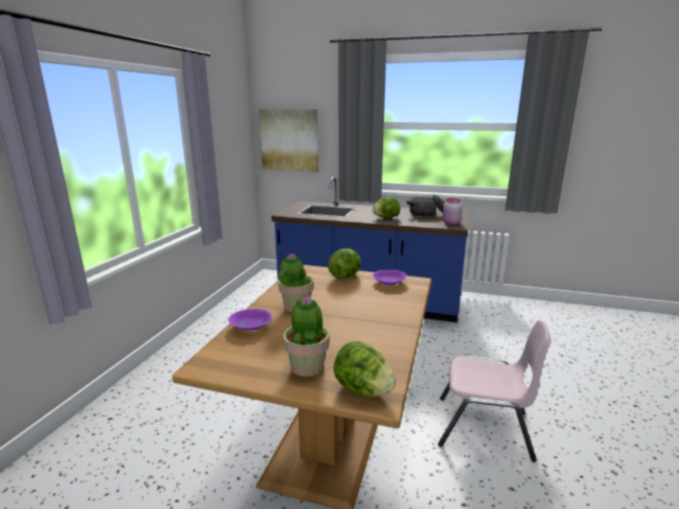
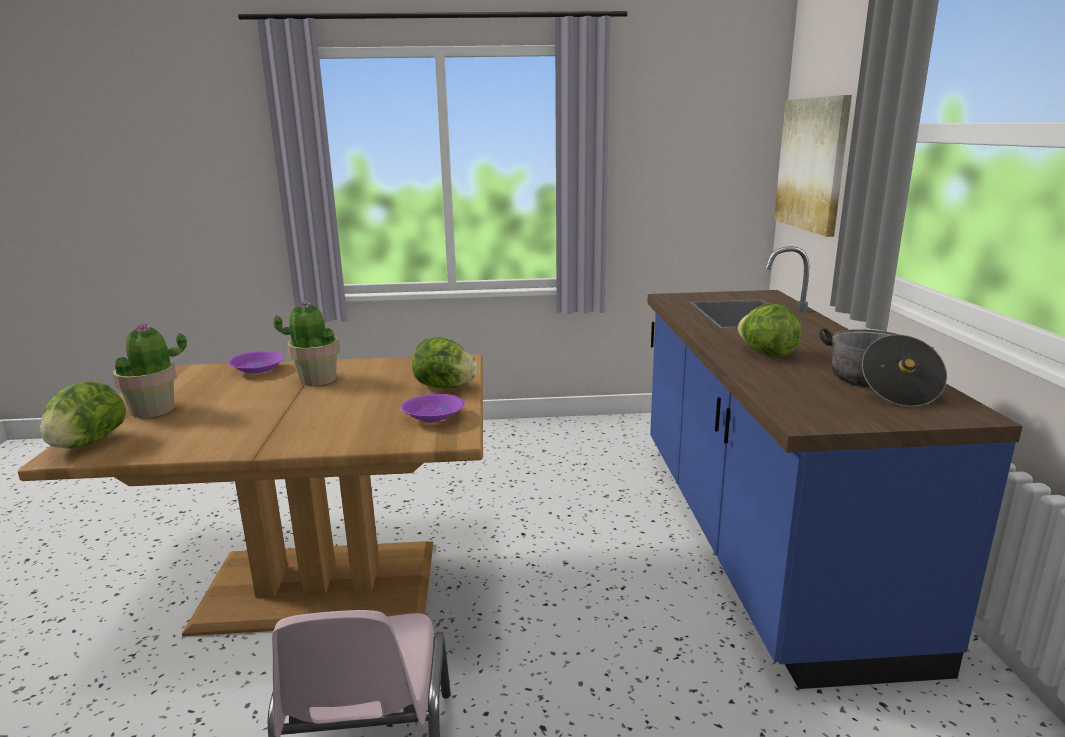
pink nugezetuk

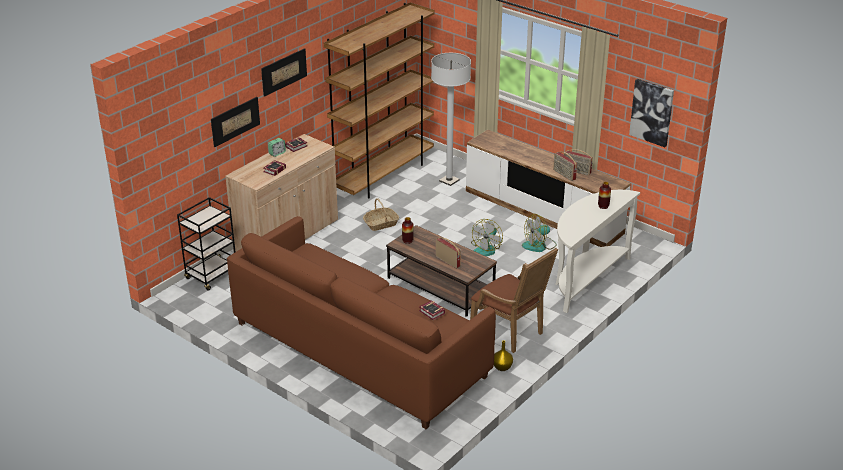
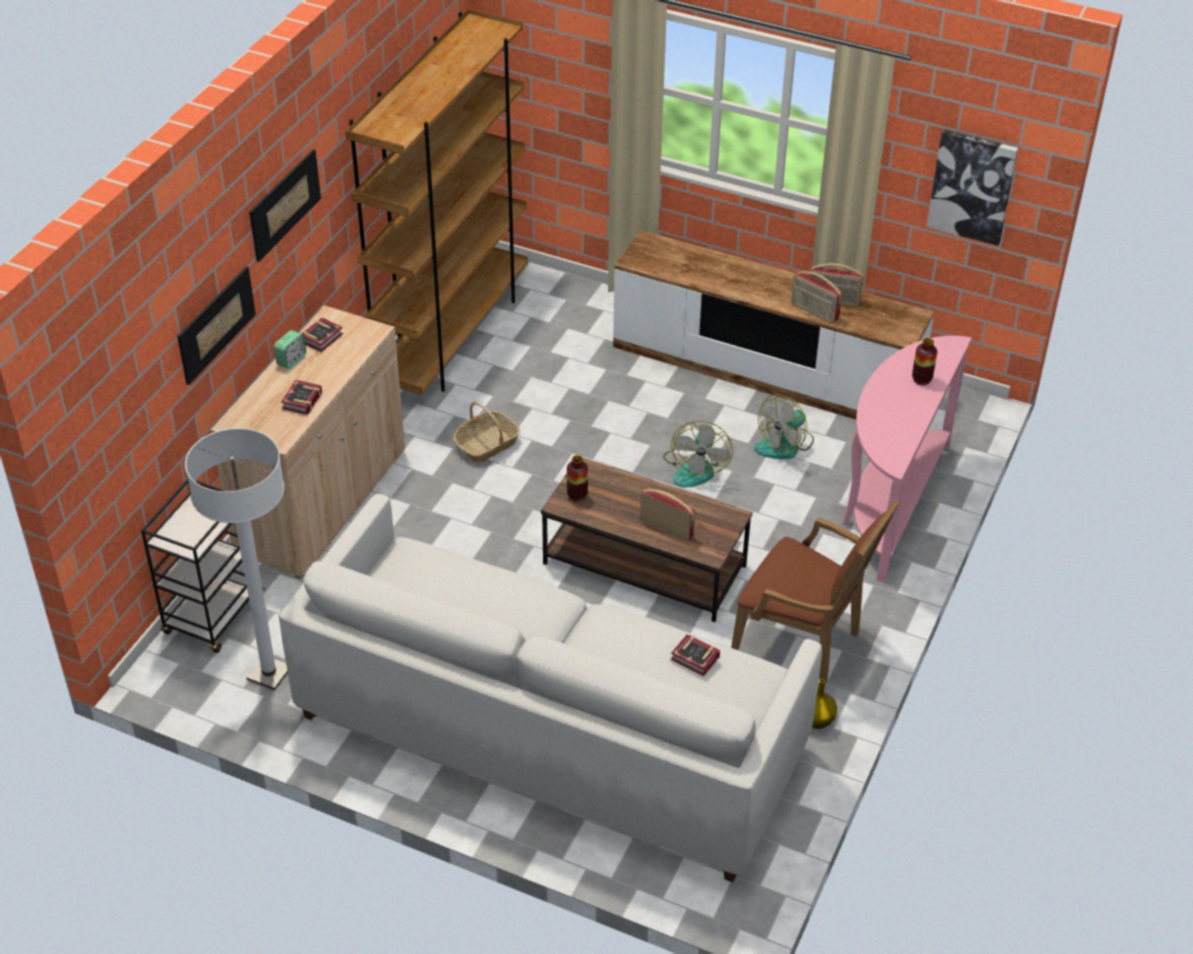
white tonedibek
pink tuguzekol
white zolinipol

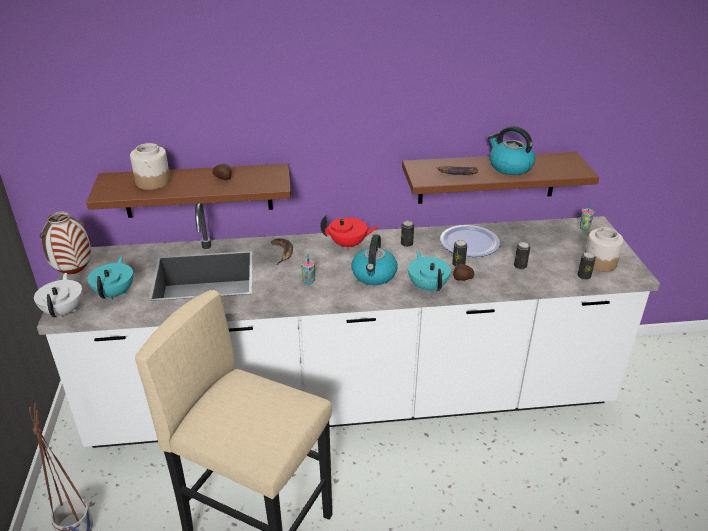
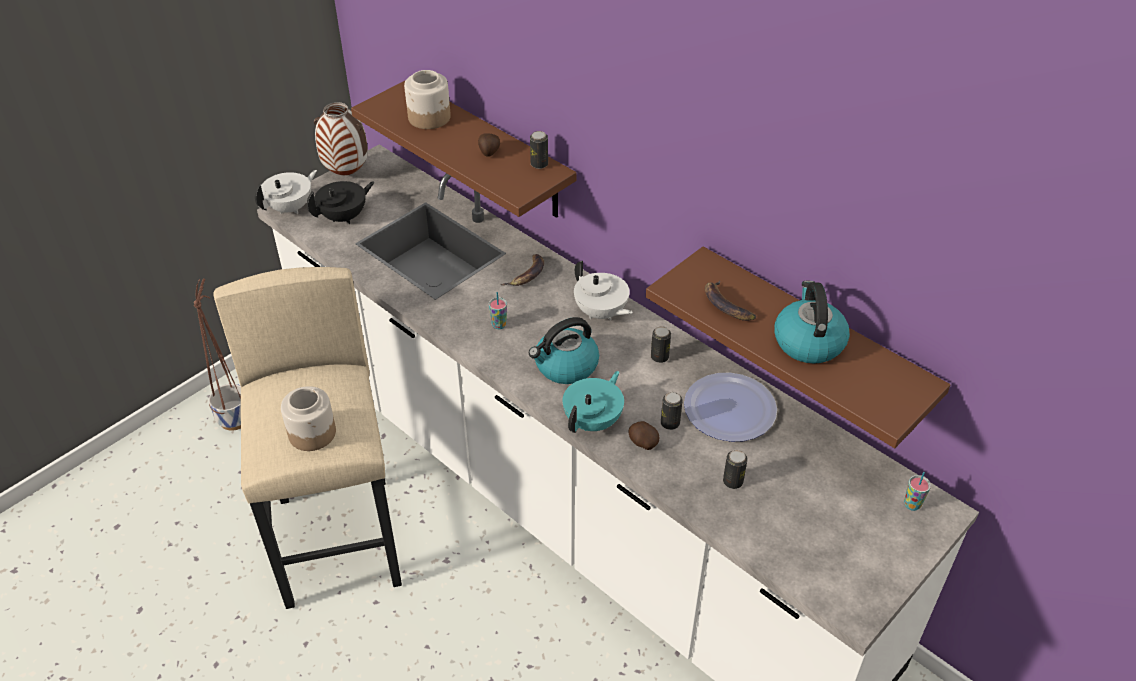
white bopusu (no. 2 from left)
nugezetuk (no. 1 from left)
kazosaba (no. 1 from left)
black bopusu

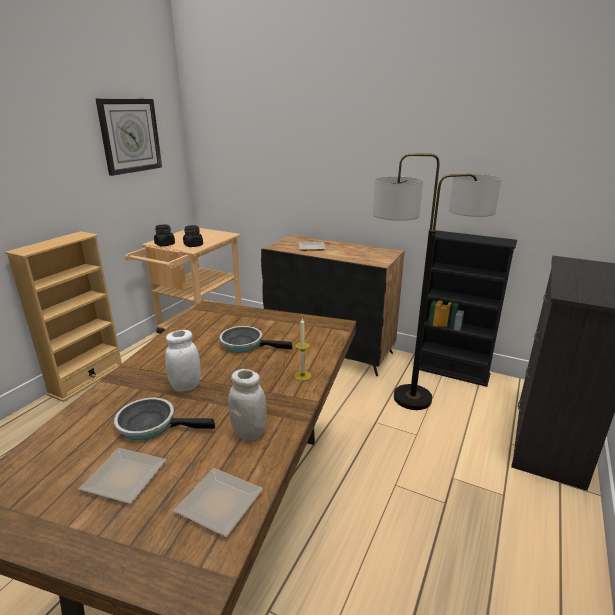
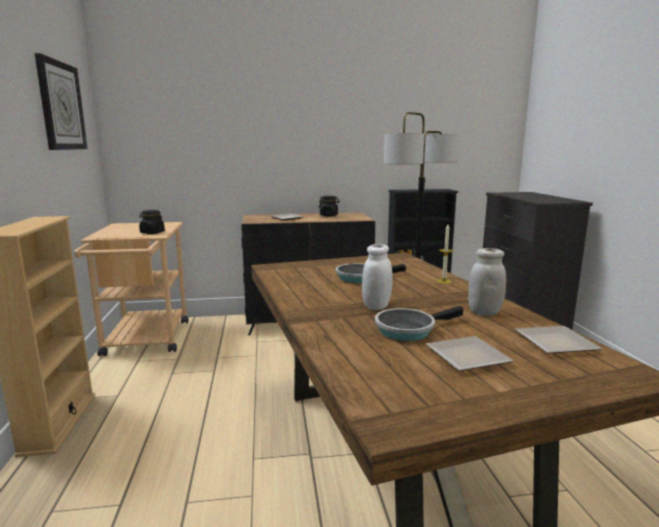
black nugezetuk (no. 2 from left)

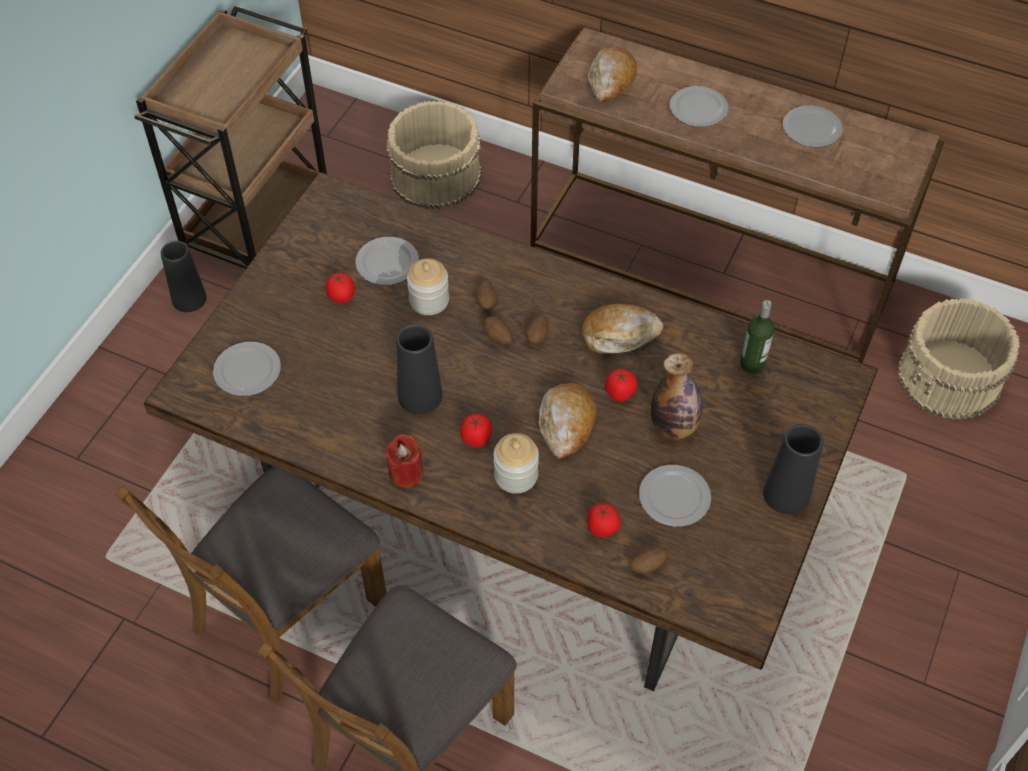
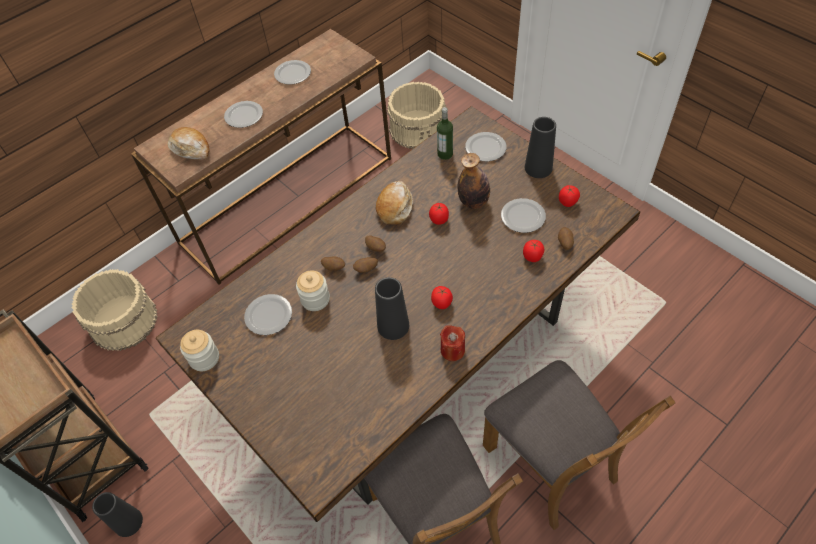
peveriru (no. 4 from left)
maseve (no. 4 from left)
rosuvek (no. 1 from left in the first image)
nugezetuk (no. 1 from left)

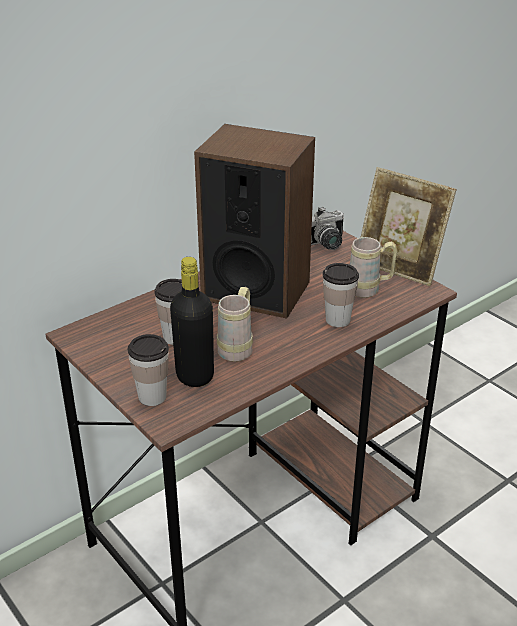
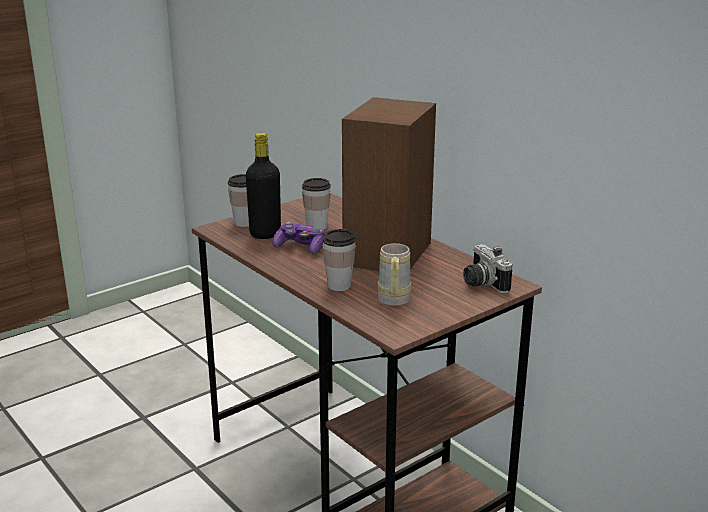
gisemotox
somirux

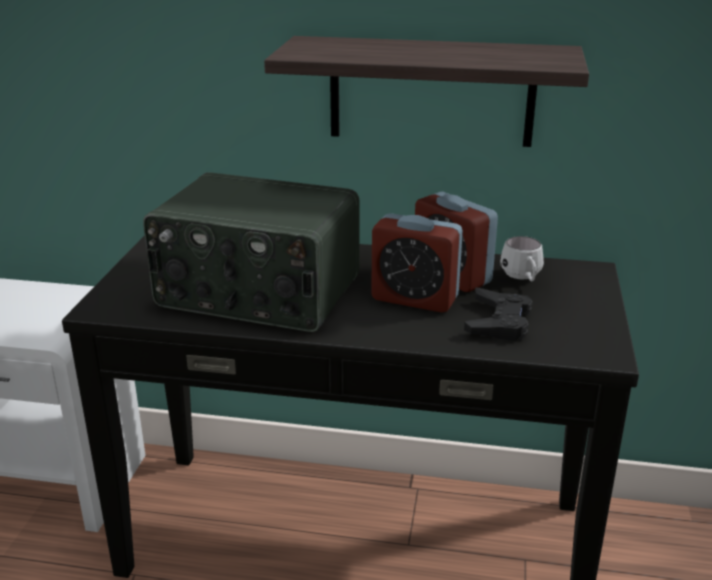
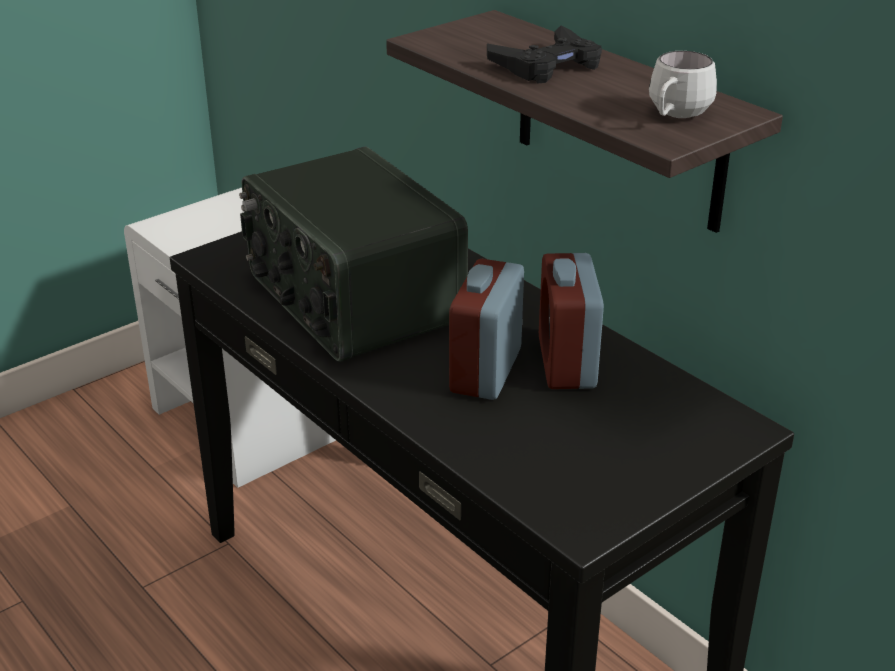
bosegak (no. 1 from left)
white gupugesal
black somirux

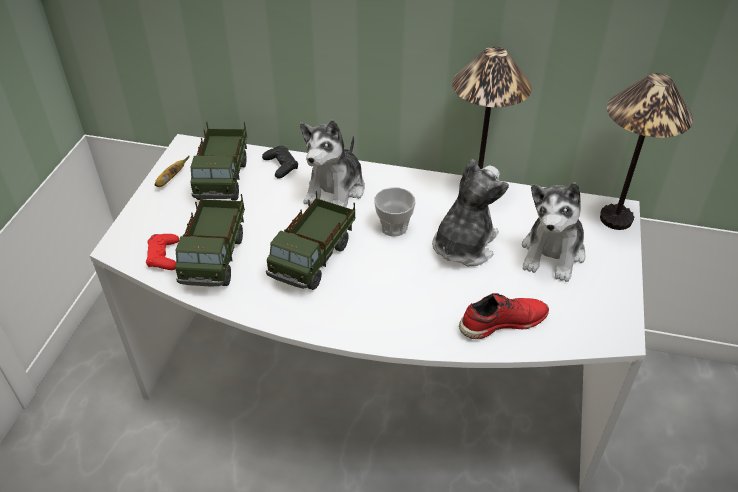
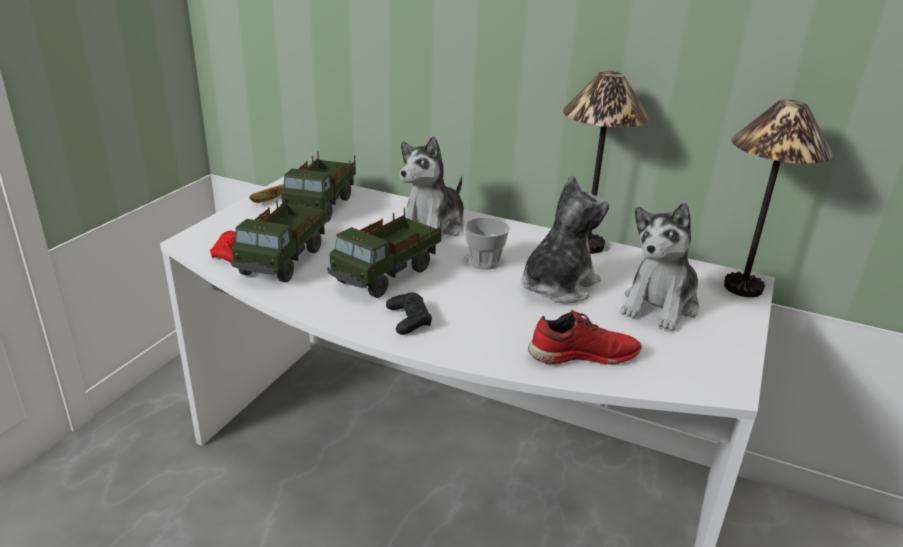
black somirux

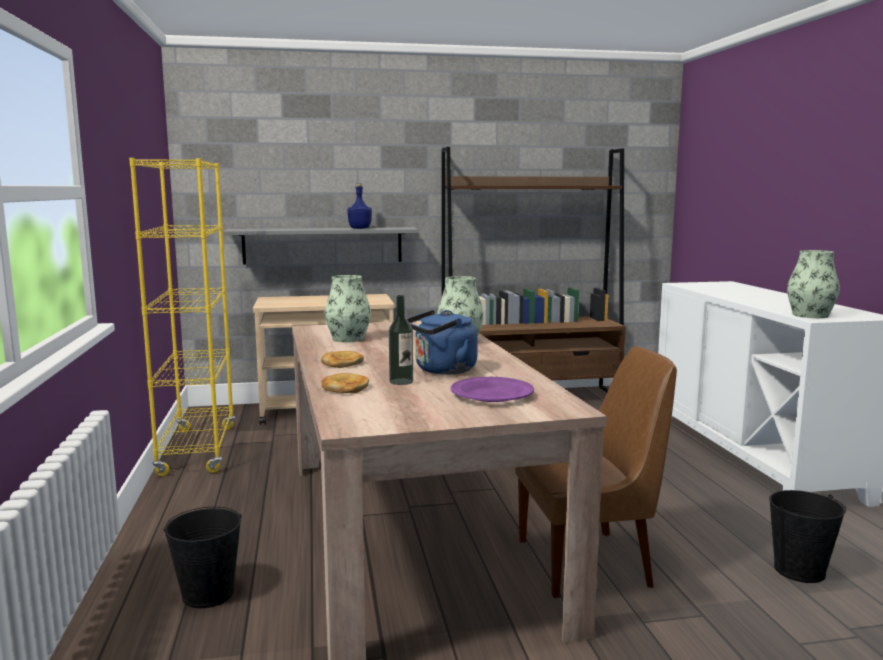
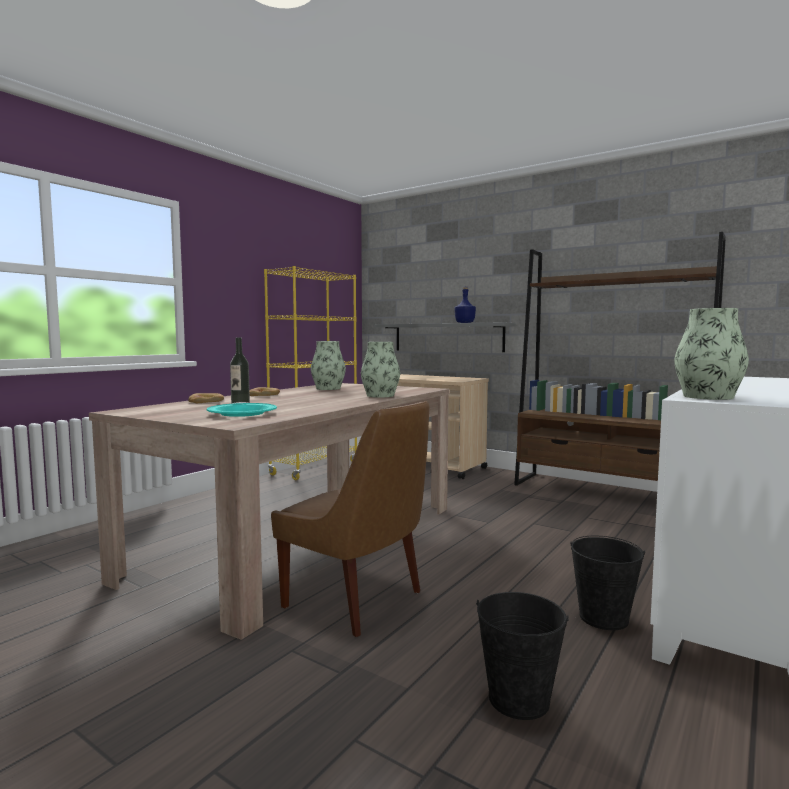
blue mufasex
turquoise maseve
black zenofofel (no. 2 from left)

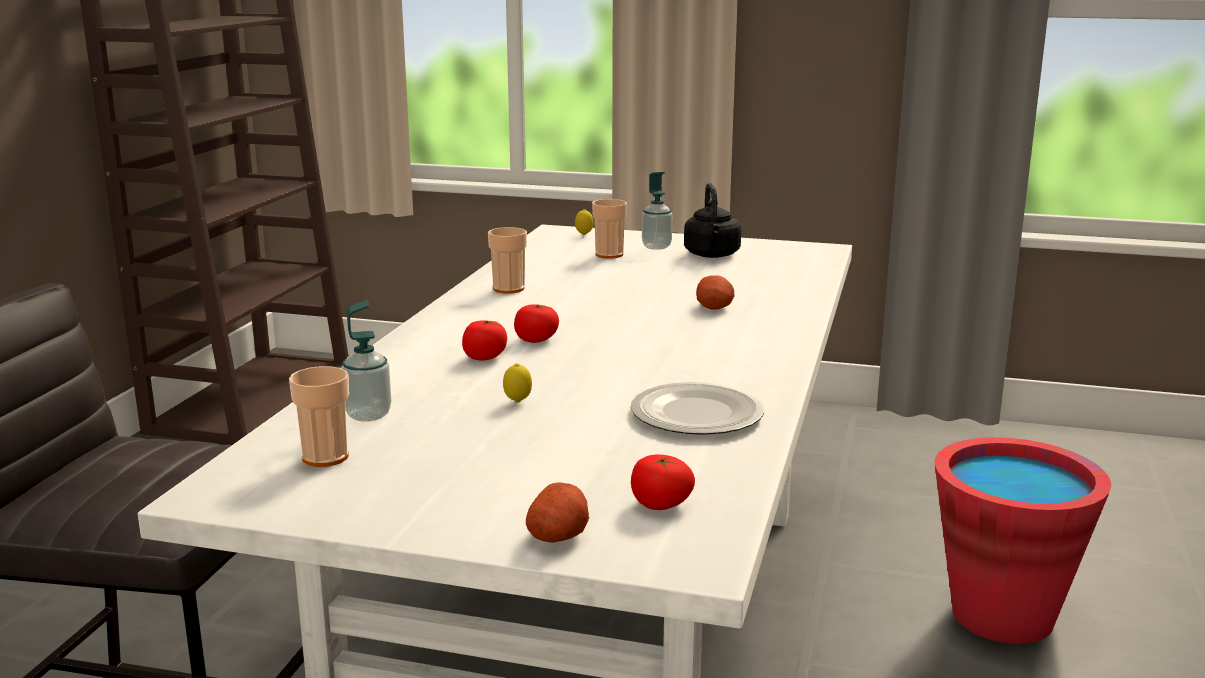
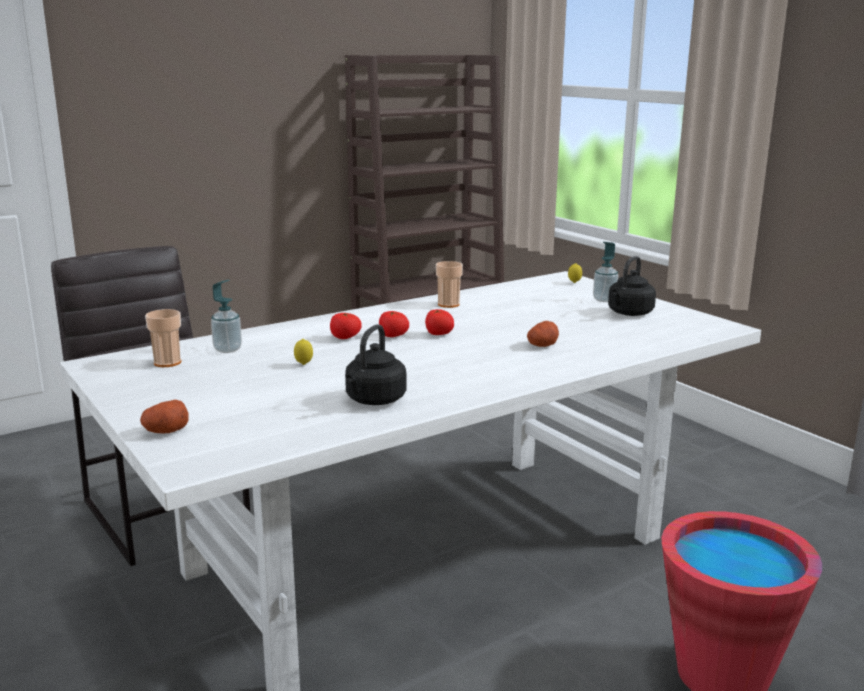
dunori (no. 3 from left in the first image)
black mufasex (no. 1 from left)
peveriru (no. 3 from left)

